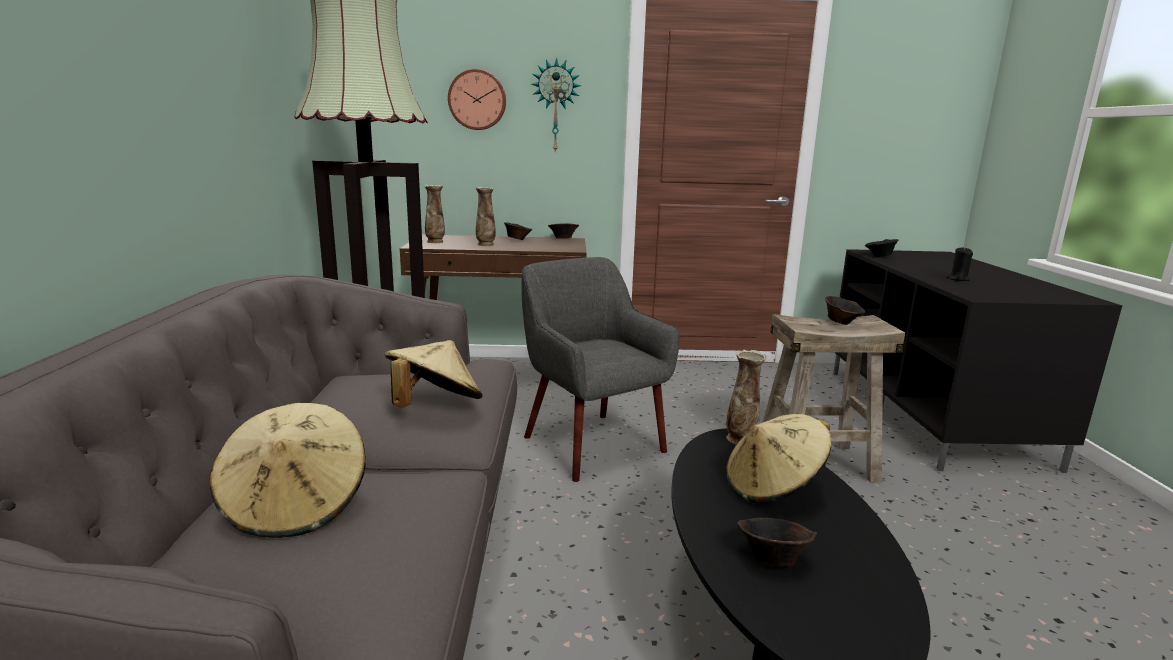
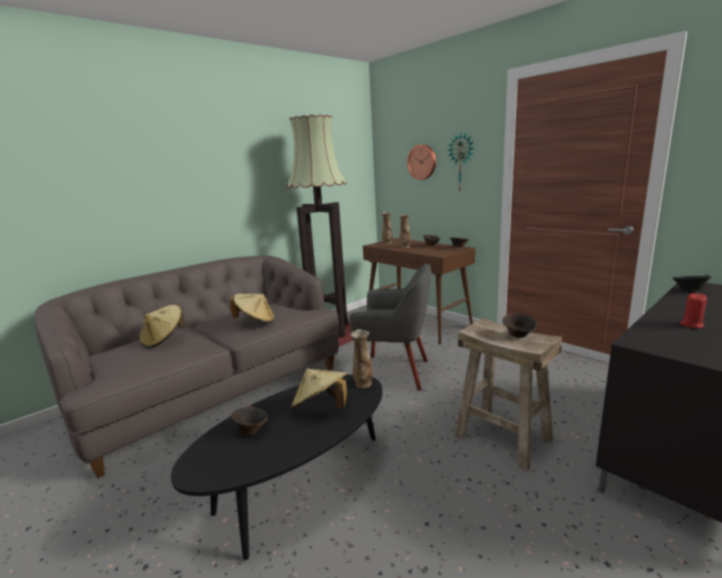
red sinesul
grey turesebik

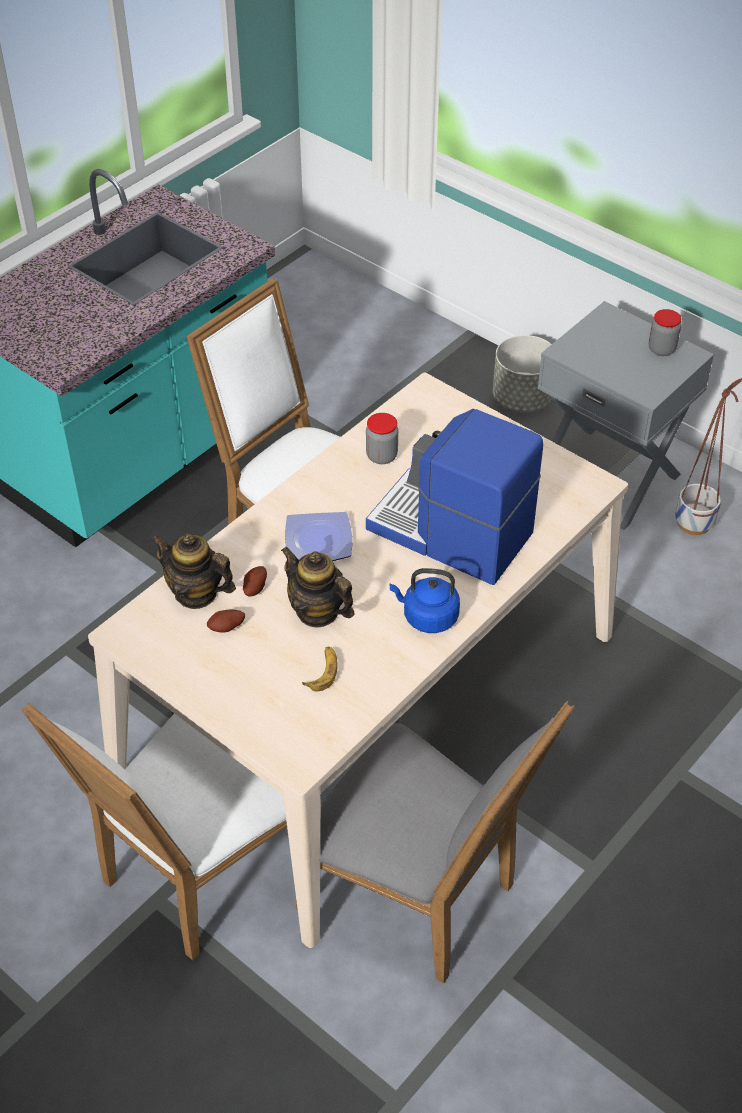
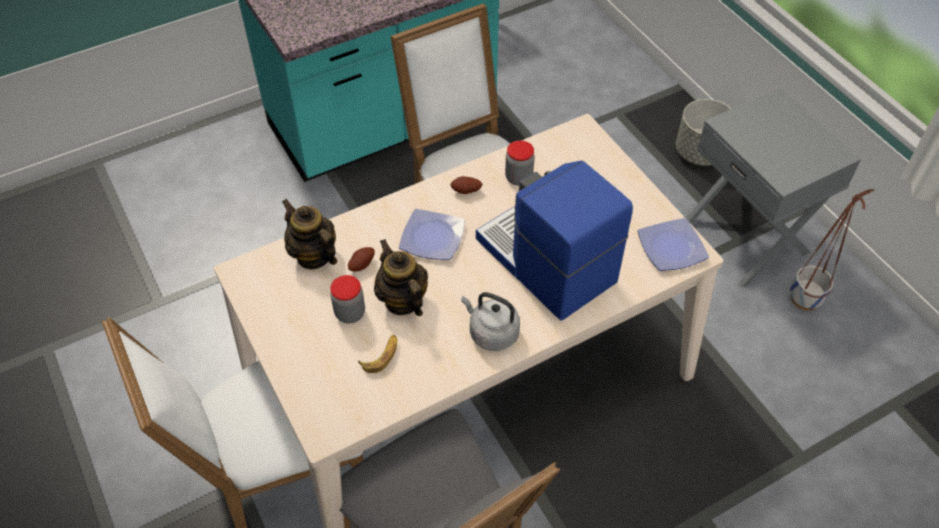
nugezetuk (no. 1 from left)
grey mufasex
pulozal (no. 2 from left)
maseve (no. 2 from left)

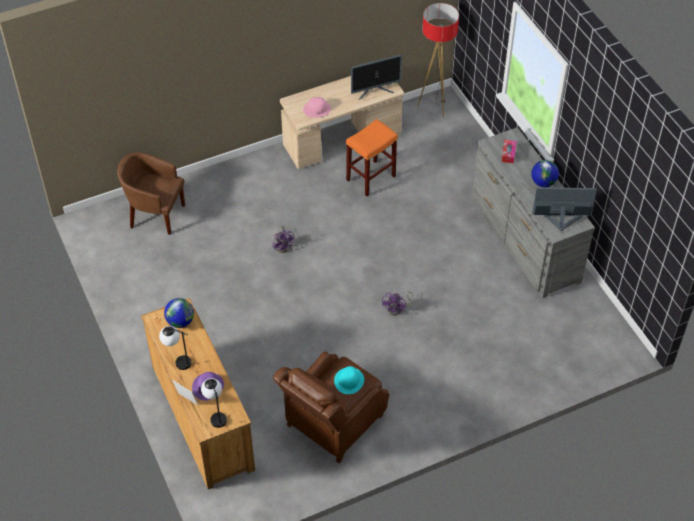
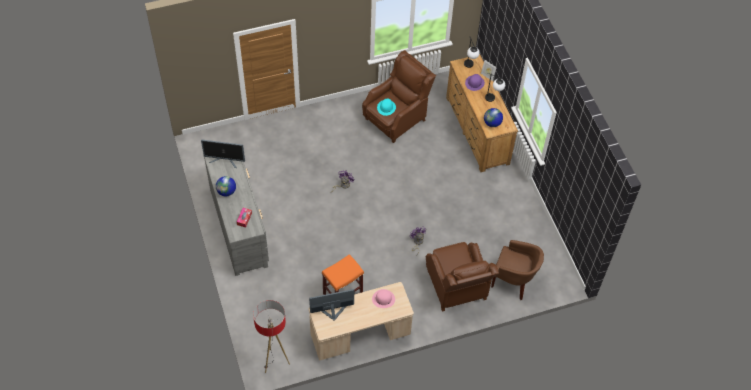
brown turesebik (no. 2 from left)

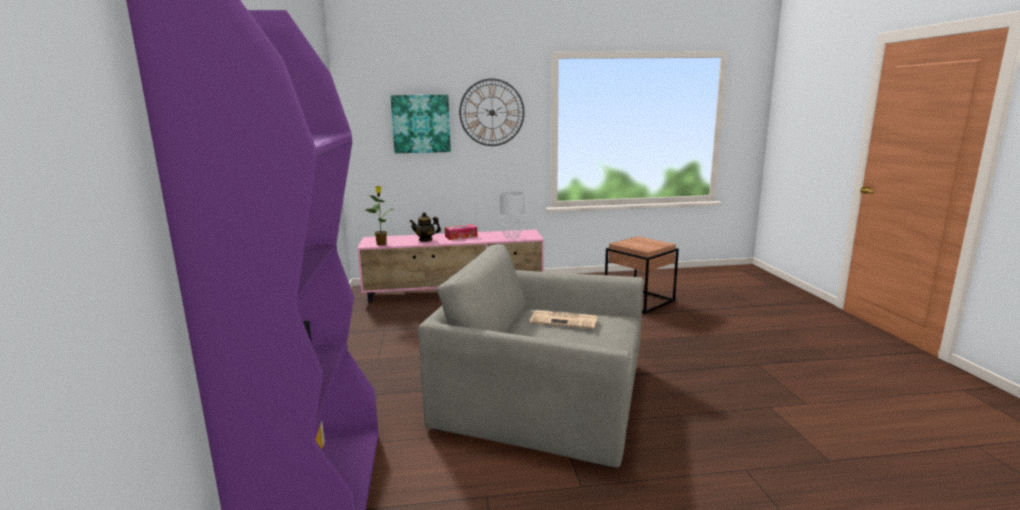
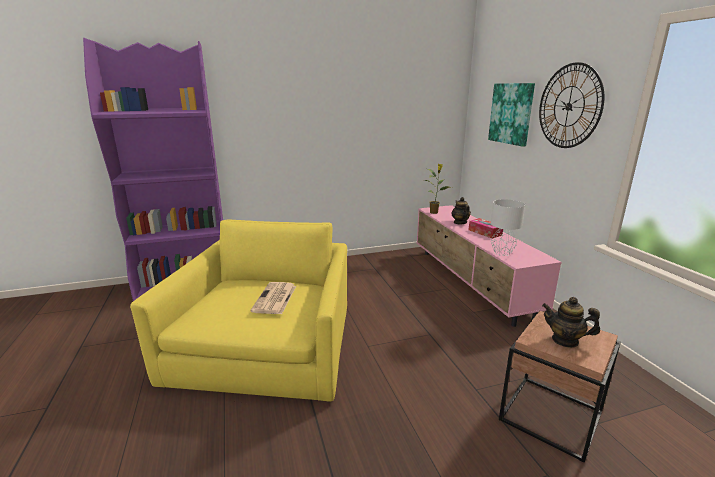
yellow turesebik
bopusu (no. 2 from left)

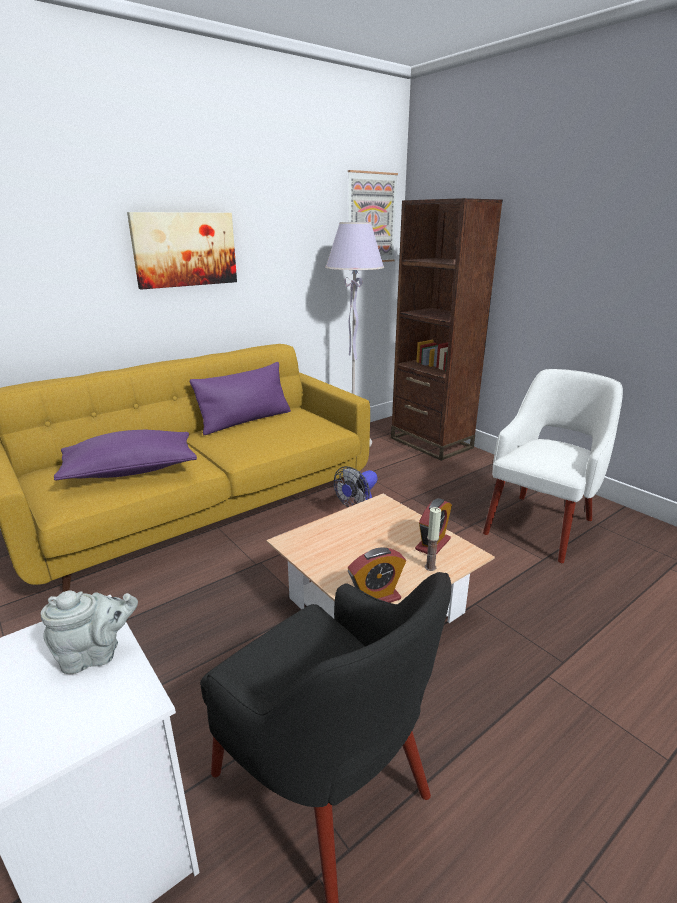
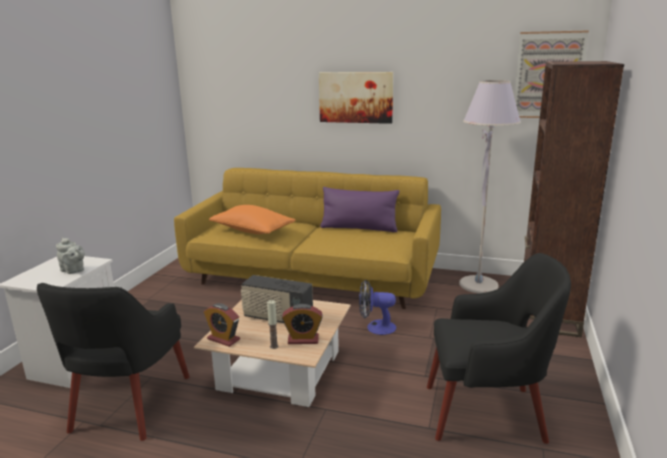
black turesebik (no. 2 from left)
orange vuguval
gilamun

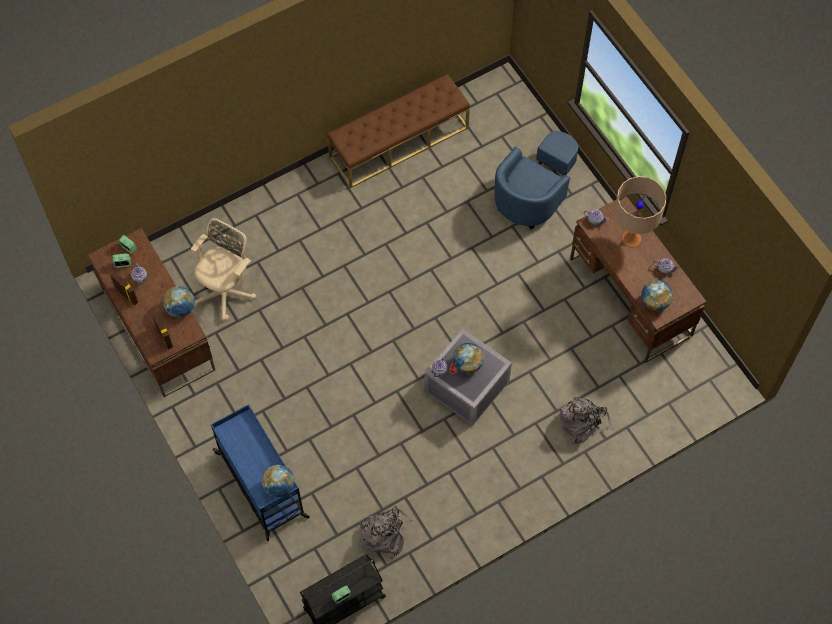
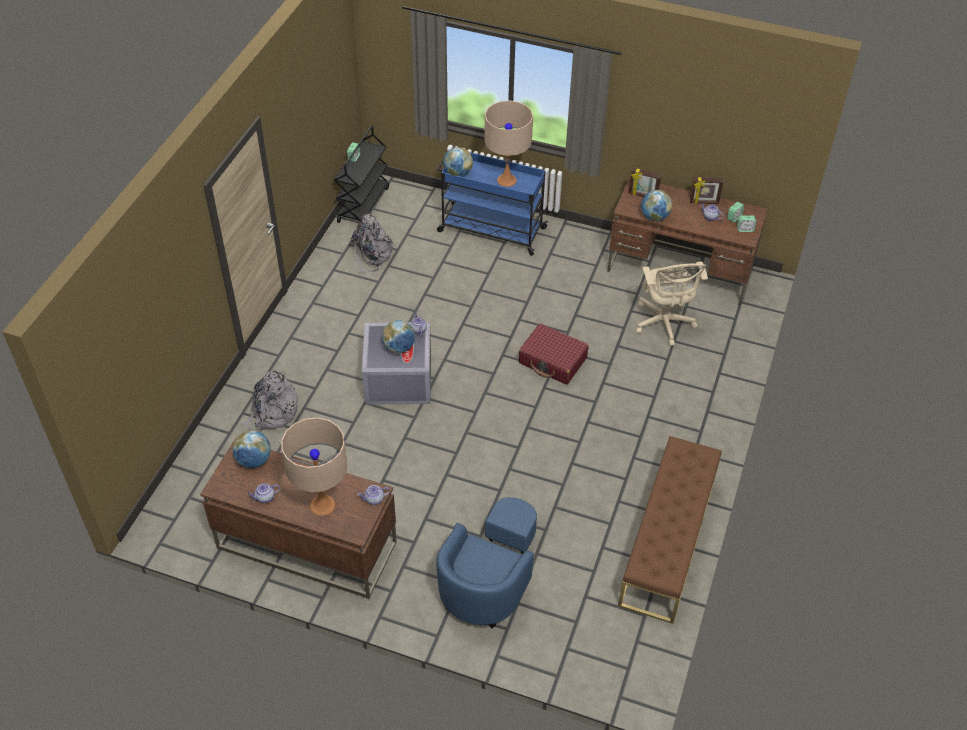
blue turesebik
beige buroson (no. 2 from left)
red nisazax

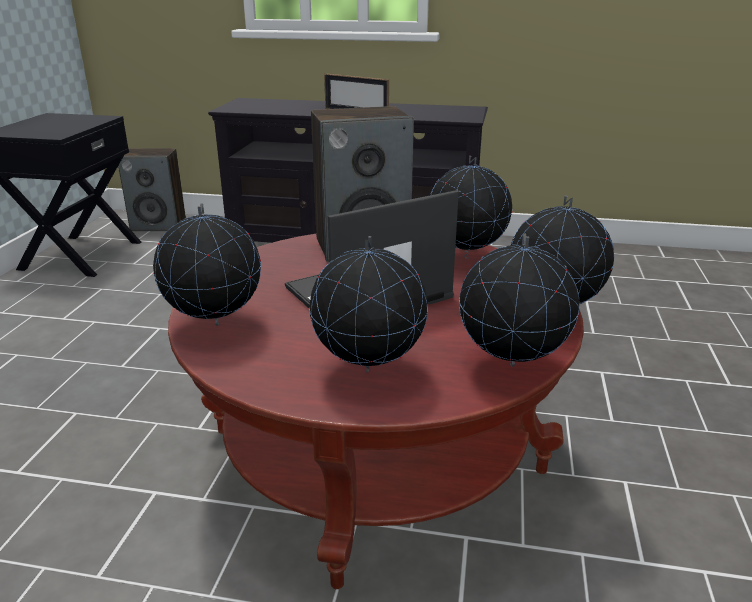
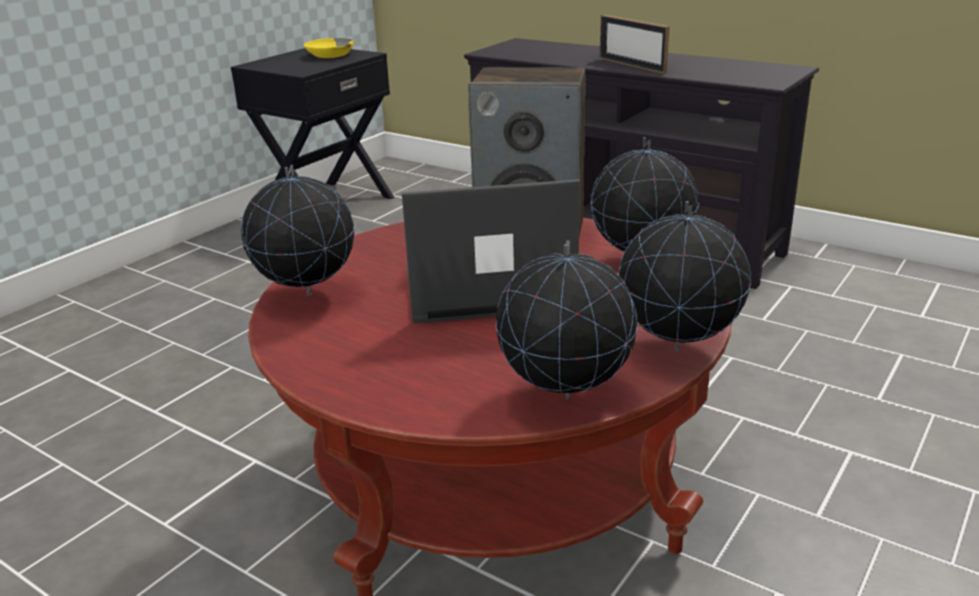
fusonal (no. 1 from left in the first image)
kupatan (no. 2 from left in the first image)
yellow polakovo

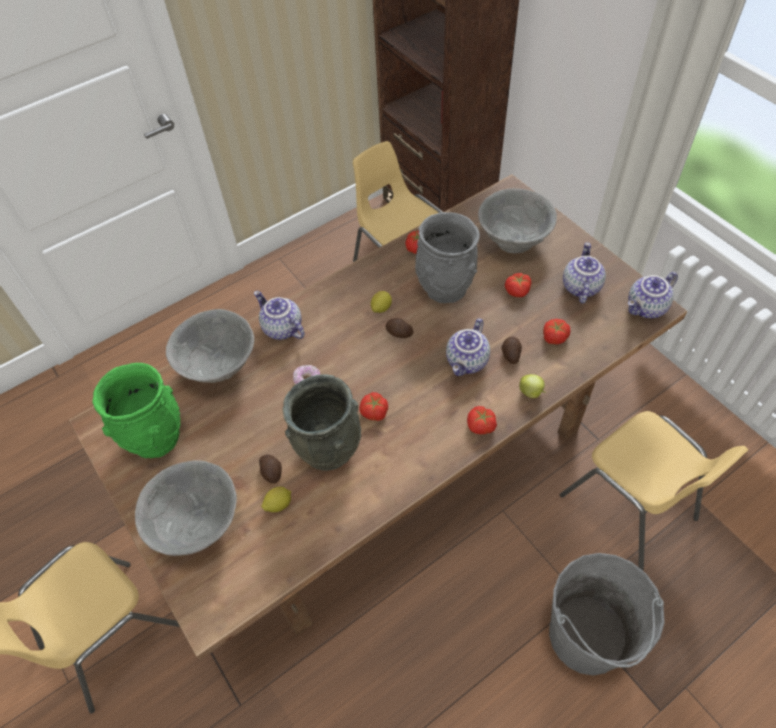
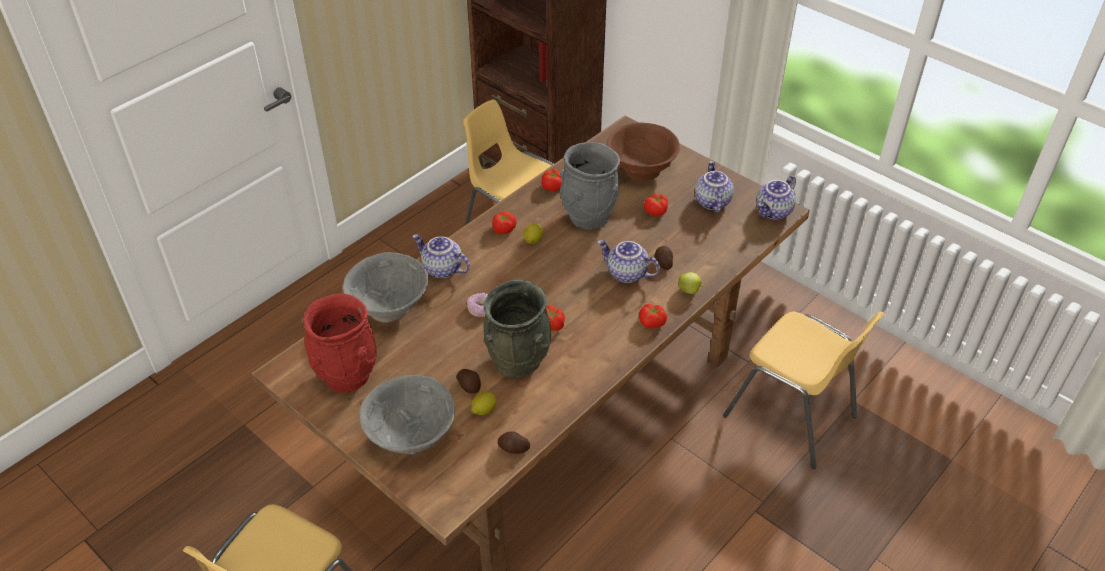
brown polakovo
pulozal (no. 2 from left)
bopusu (no. 2 from left)
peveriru (no. 1 from left)
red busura
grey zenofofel

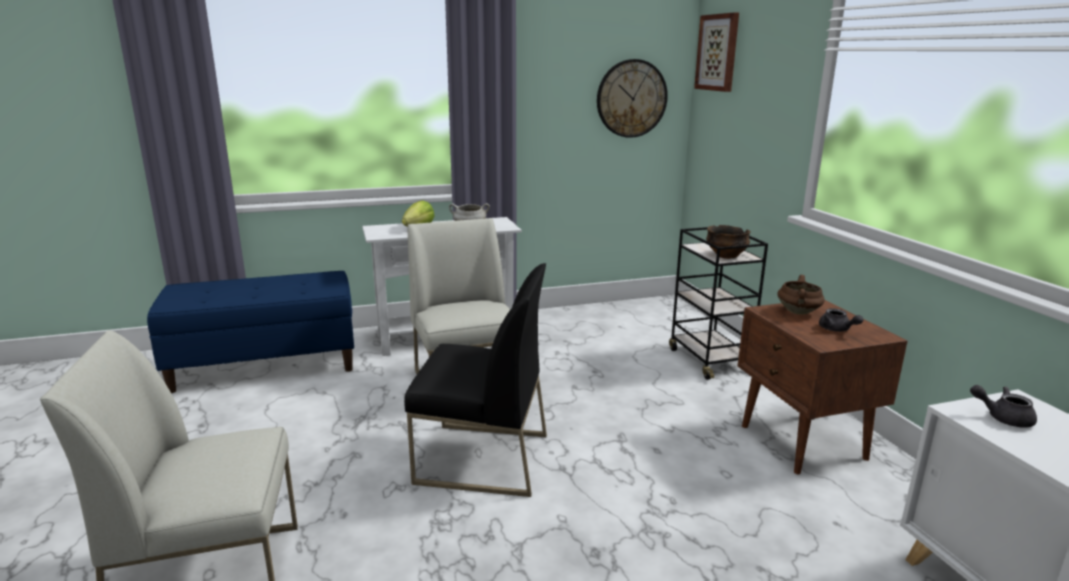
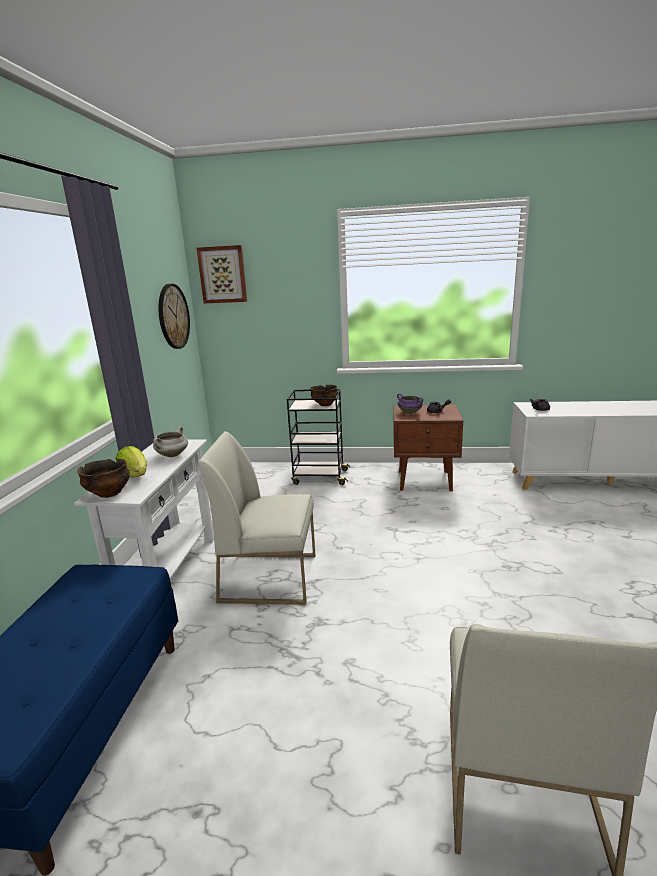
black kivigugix
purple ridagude
polakovo (no. 1 from left)

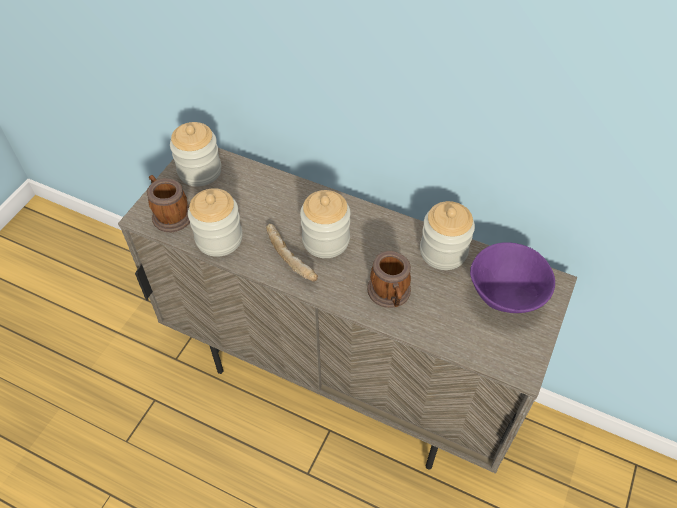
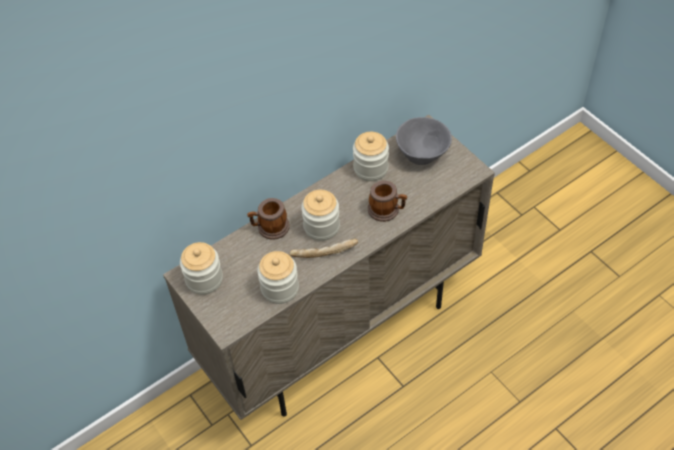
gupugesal (no. 1 from left)
grey polakovo

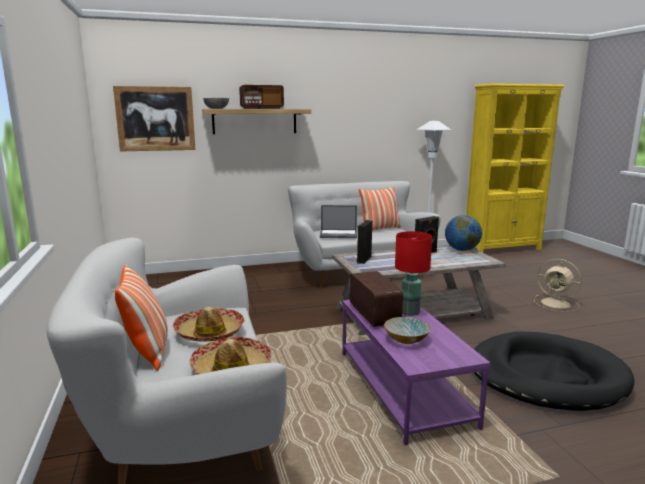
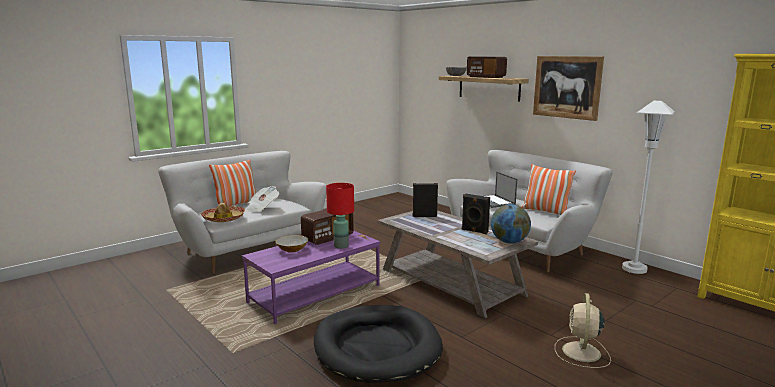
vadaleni
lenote

